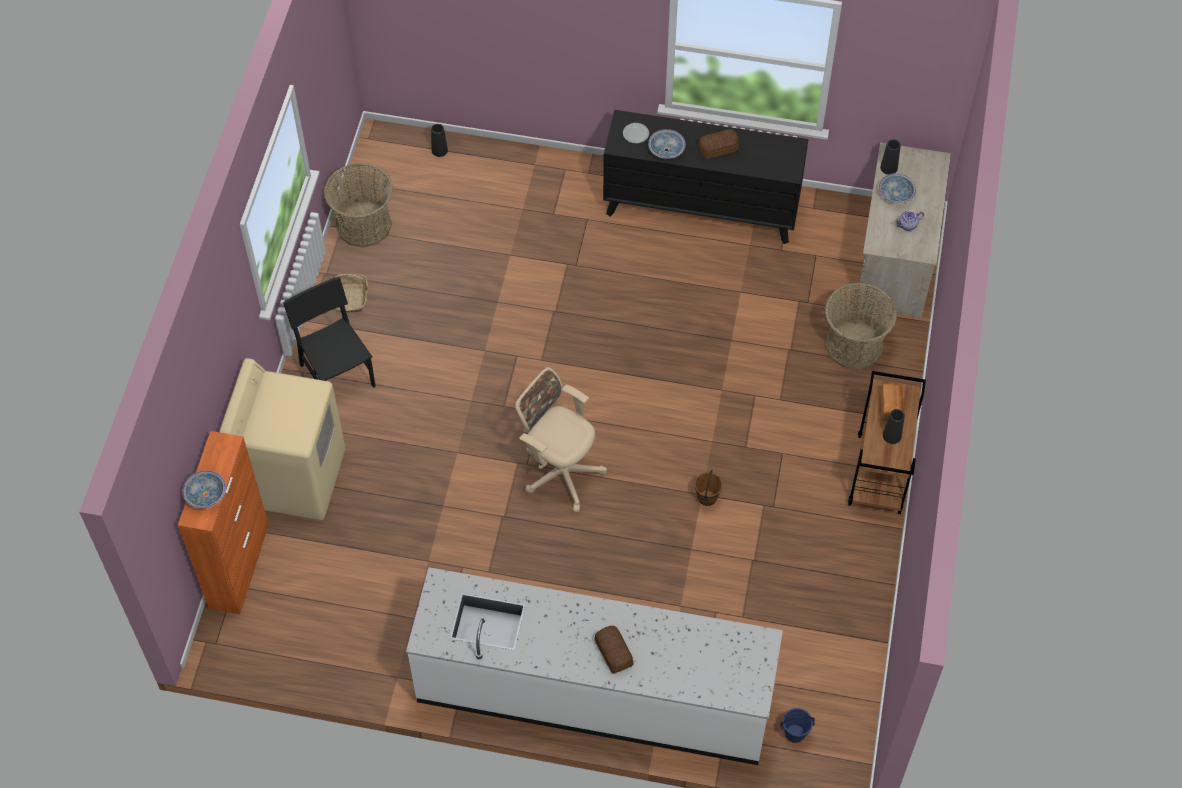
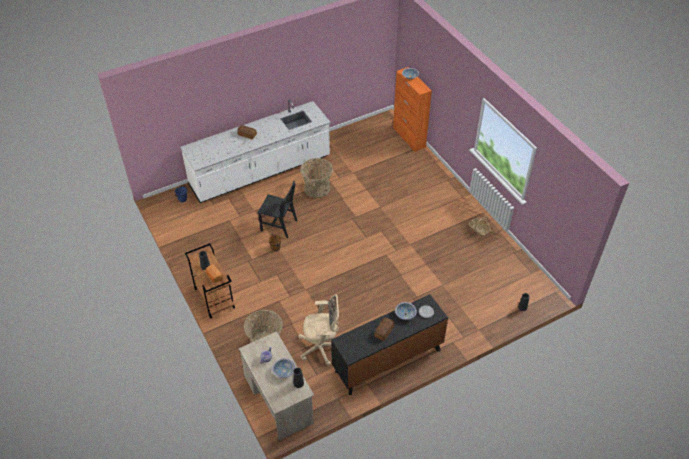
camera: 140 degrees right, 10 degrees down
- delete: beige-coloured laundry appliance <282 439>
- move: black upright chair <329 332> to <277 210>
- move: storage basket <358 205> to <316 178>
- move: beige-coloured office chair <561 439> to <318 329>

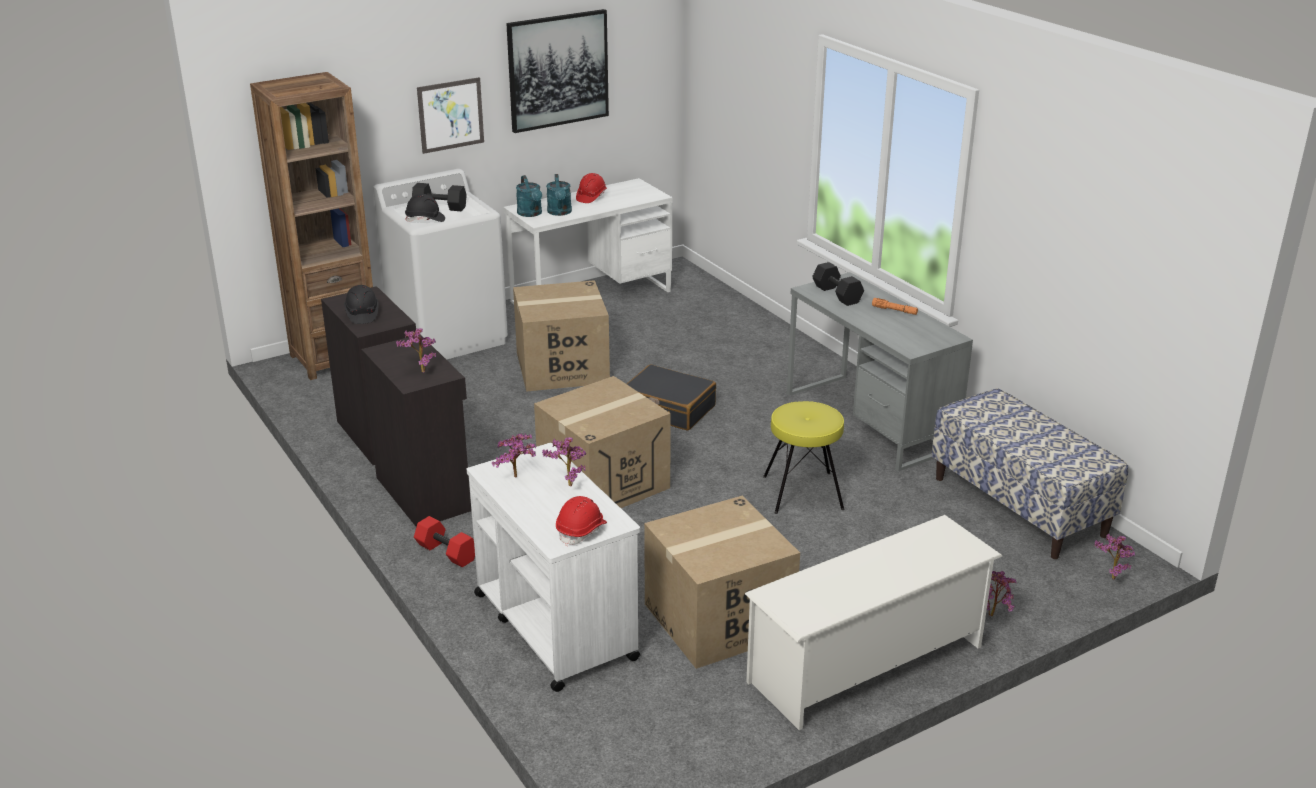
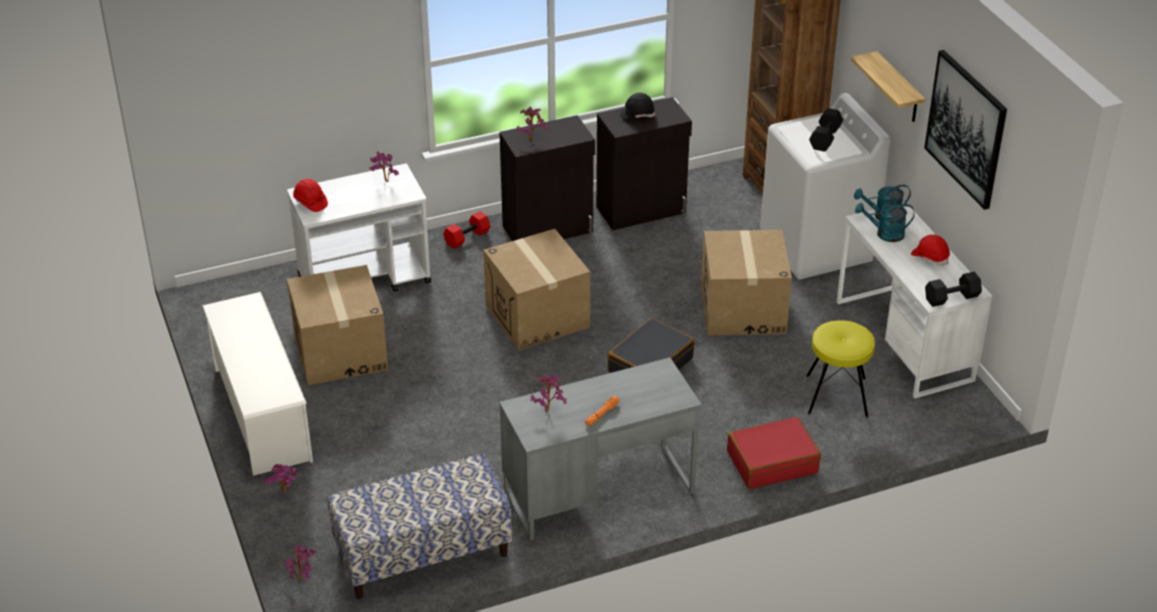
camera: 100 degrees right, 10 degrees up
- delete: black work helmet <425 208>
- insert: red-coloured piece of luggage <774 453>
- move: plant in a pot <564 462> to <548 393>
- move: yellowish sitting stool <803 457> to <841 369>
- move: black dumbbell <838 284> to <953 289>
- replace: picture <450 115> to bracket shelf <888 86>

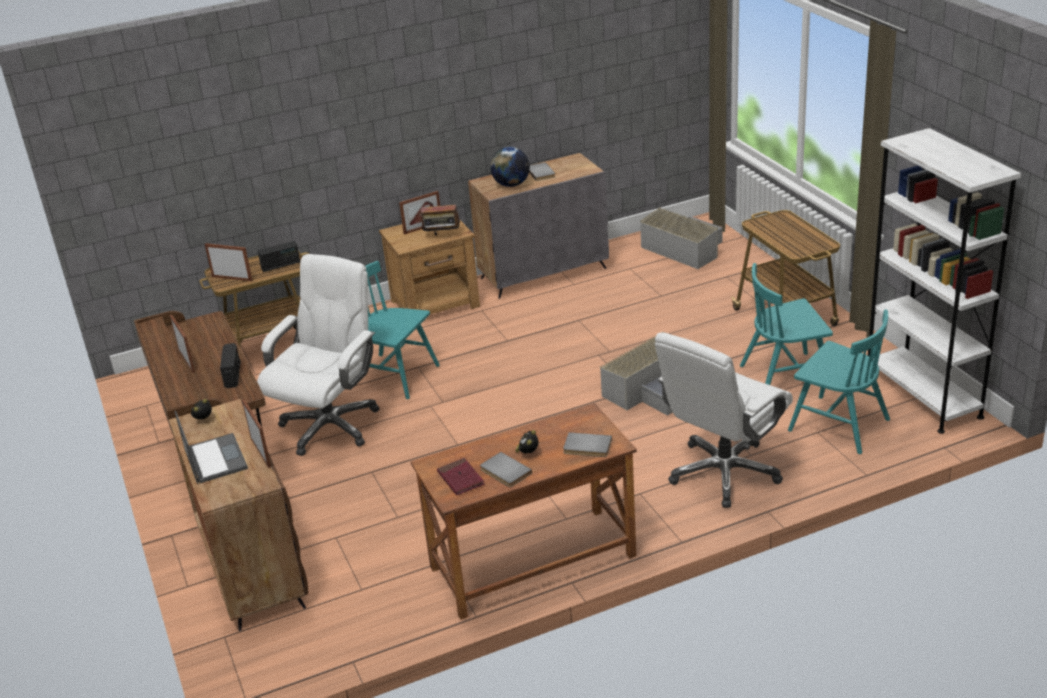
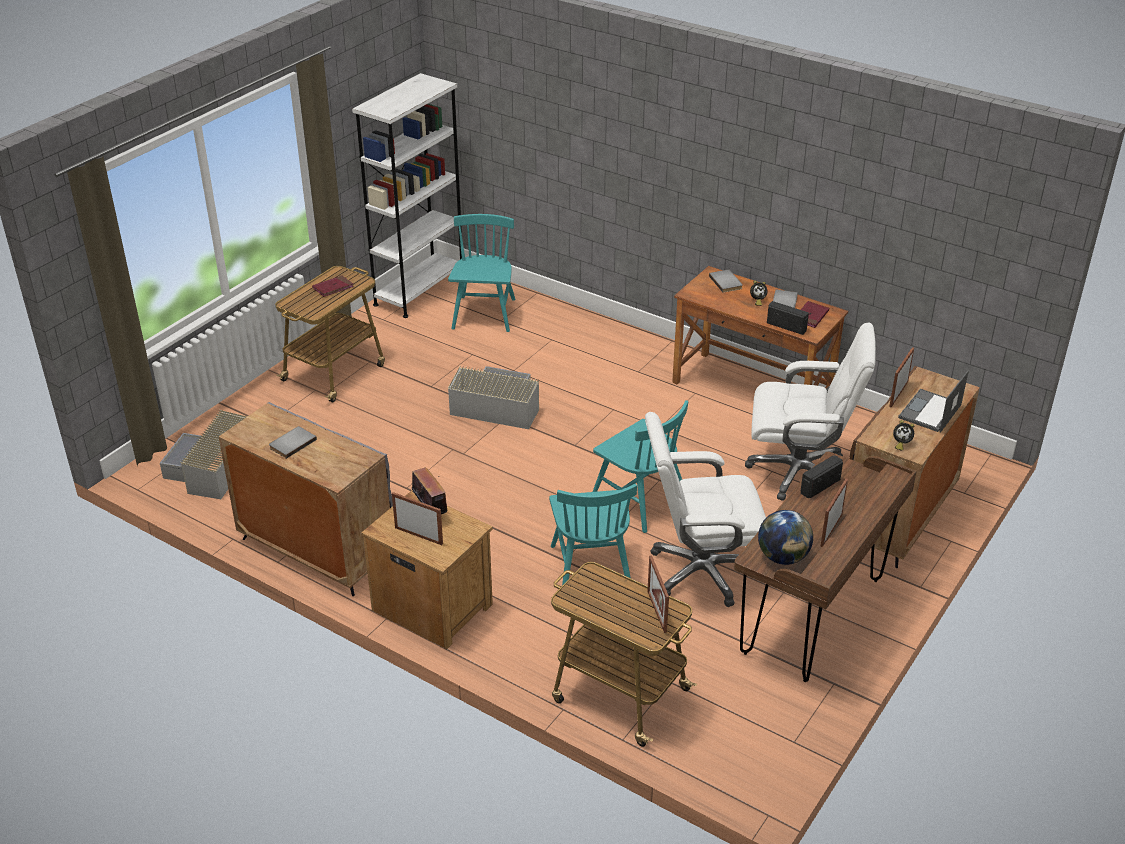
camera: 125 degrees left, 5 degrees up
- insert: red-coloured book <333 286>
- move: radio set <279 256> to <788 318>
- move: world globe <510 167> to <785 537>
- move: whitish office chair <724 420> to <810 412>
- move: turquoise-coloured upright chair <786 324> to <640 466>

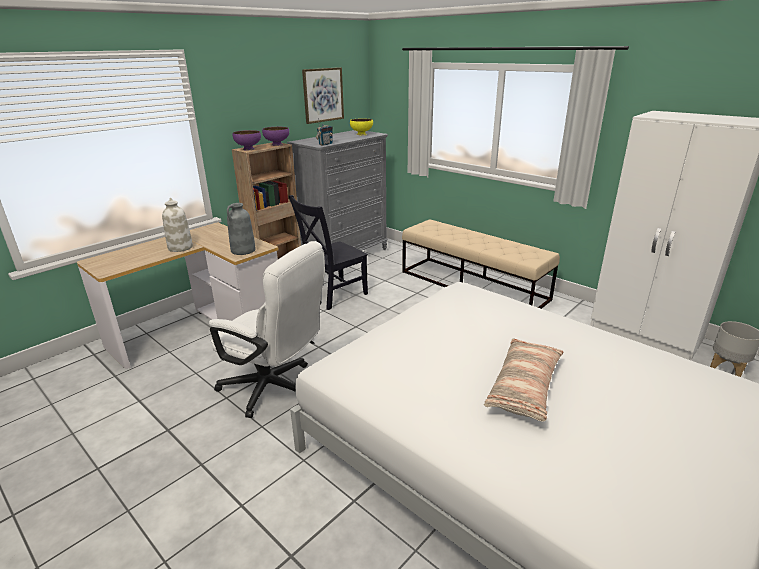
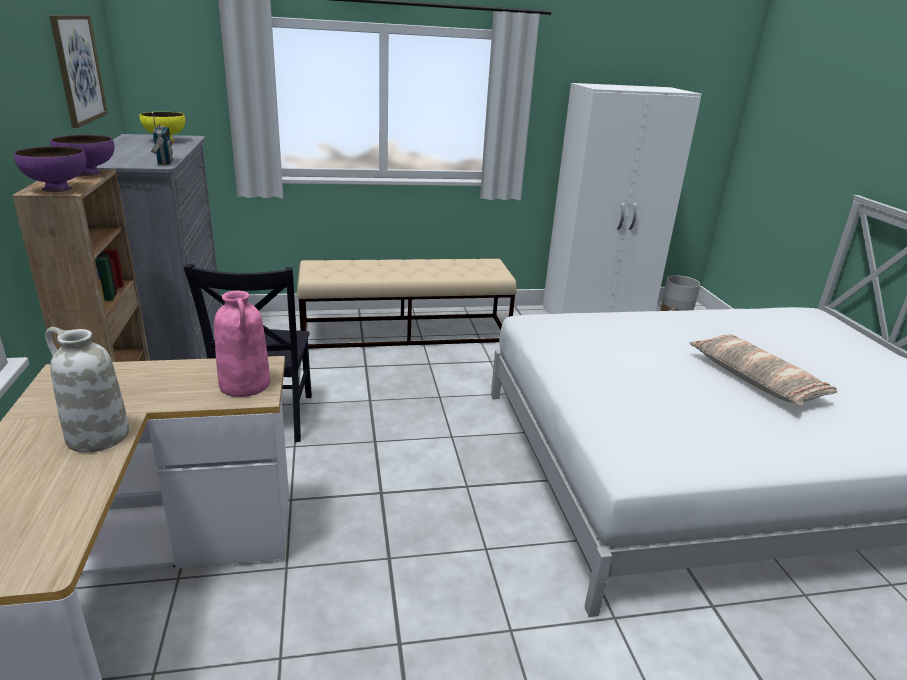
camera: 55 degrees left, 0 degrees up
- delete: whitish office chair <267 329>
- recolor: gray vase <241 229> to pink-coloured vase <242 344>

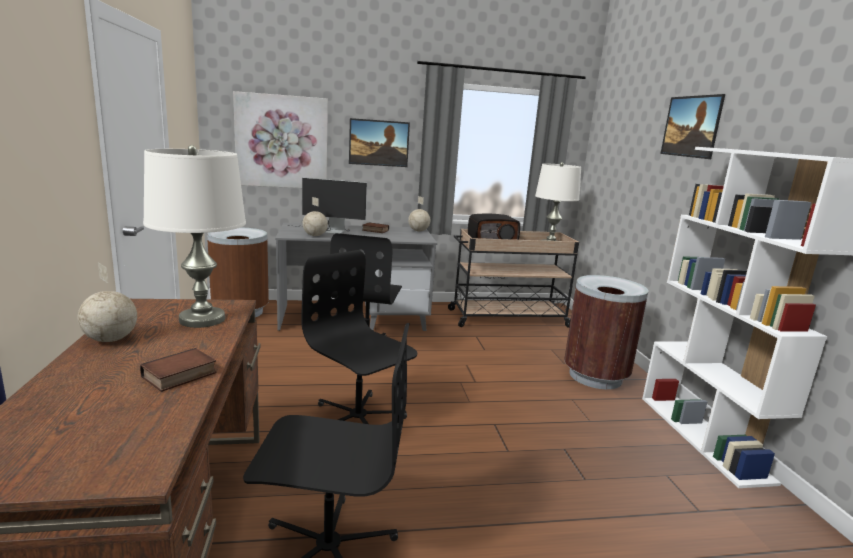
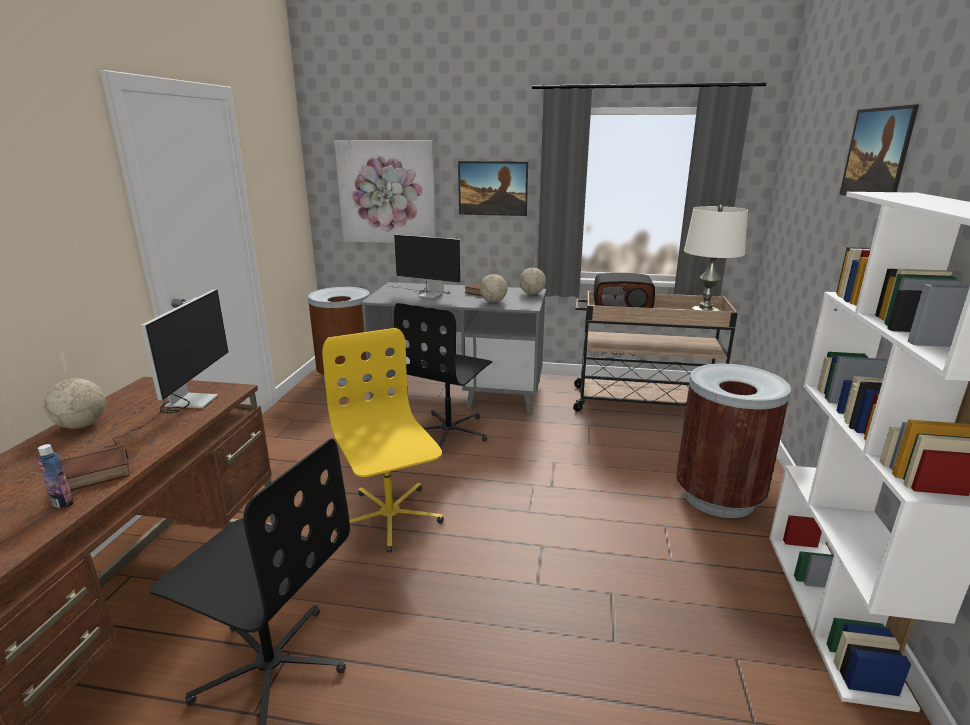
camera: 20 degrees right, 5 degrees up
- insert: bottle <55 476>
- move: world globe <315 216> to <493 280>
- replace: whitish tabletop lamp <194 236> to monitor <164 370>
- recolor: black office chair <359 337> to yellowish office chair <383 440>

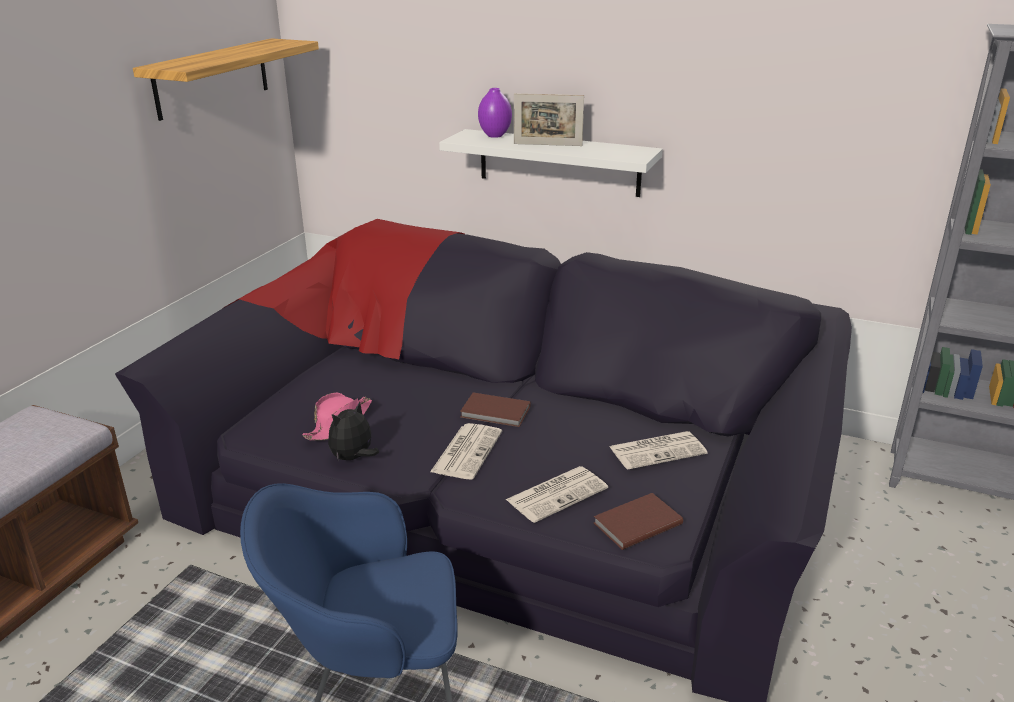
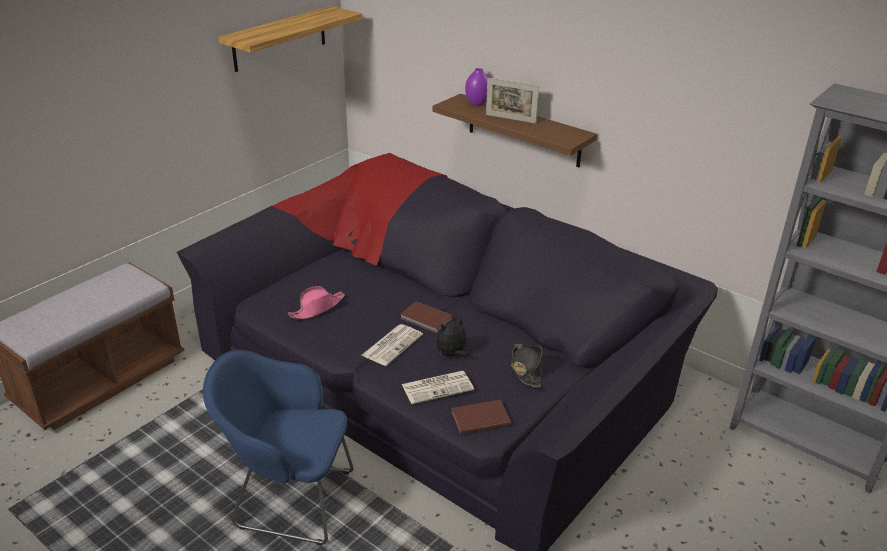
camera: 15 degrees right, 5 degrees up
- move: soft toy <353 431> to <453 336>
- replace: daily paper <659 450> to black clothing hat <526 366>
- recolor: whitish bracket shelf <551 163> to brownish bracket shelf <515 130>

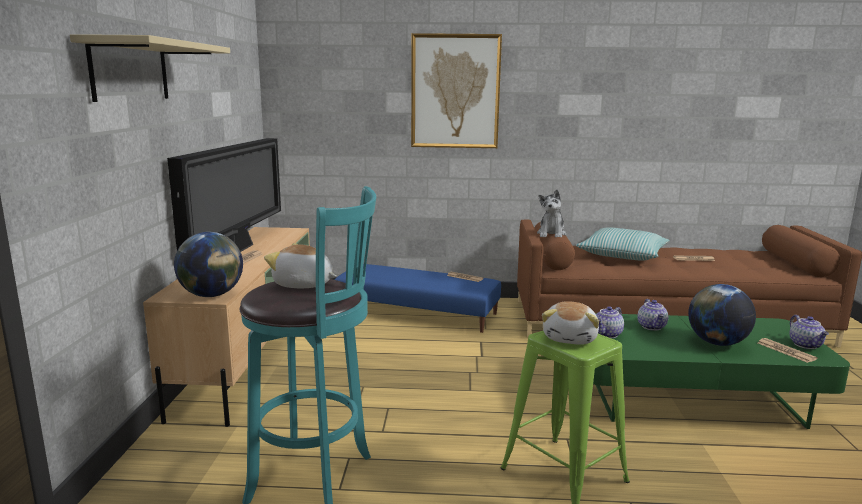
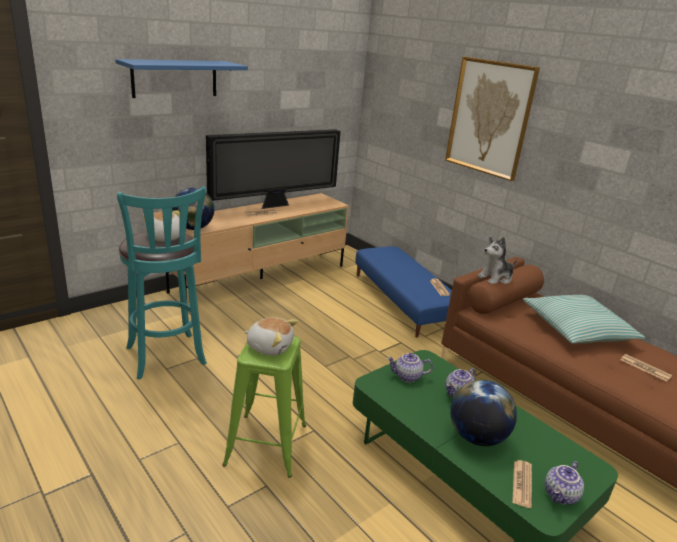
camera: 45 degrees right, 10 degrees up
- recolor: beige-coloured bracket shelf <150 68> to blue-coloured bracket shelf <181 78>
- rotate: soft toy <570 323> = <271 337> 135 degrees counterclockwise

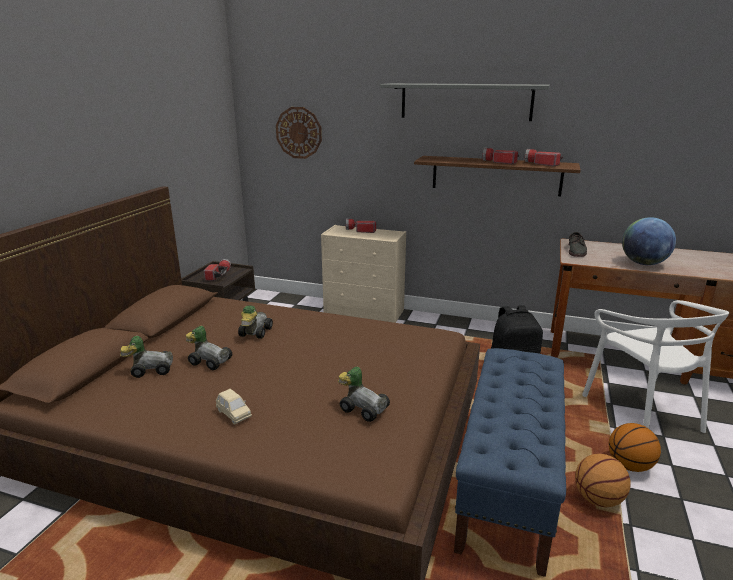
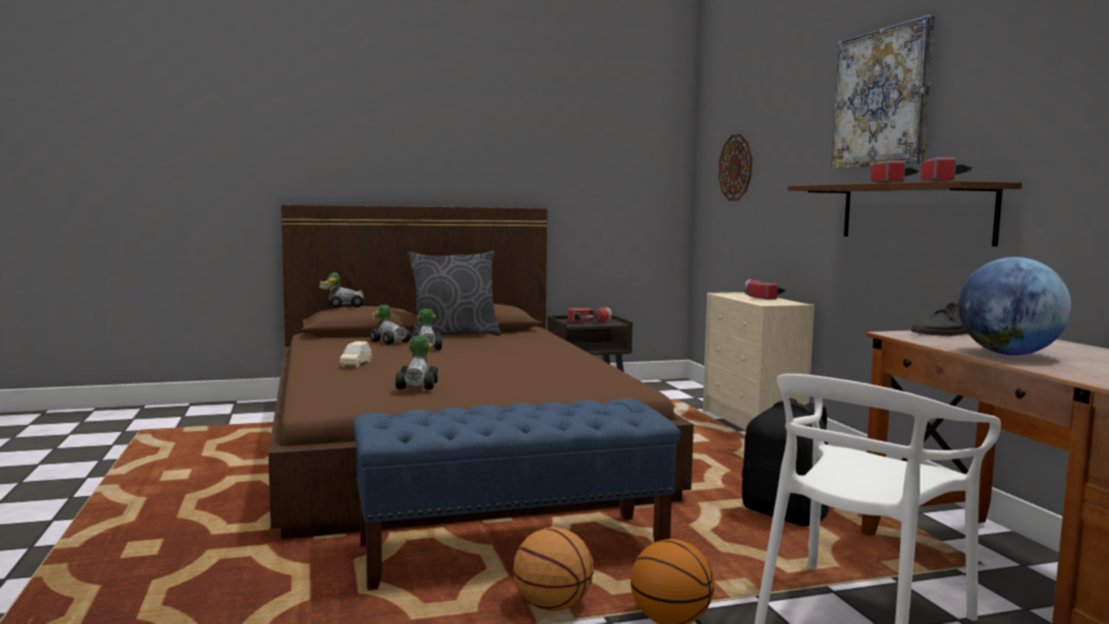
camera: 55 degrees right, 15 degrees down
- insert: gray pillow <454 293>
- move: model car <255 322> to <341 290>
- replace: gray bracket shelf <465 102> to picture <883 92>

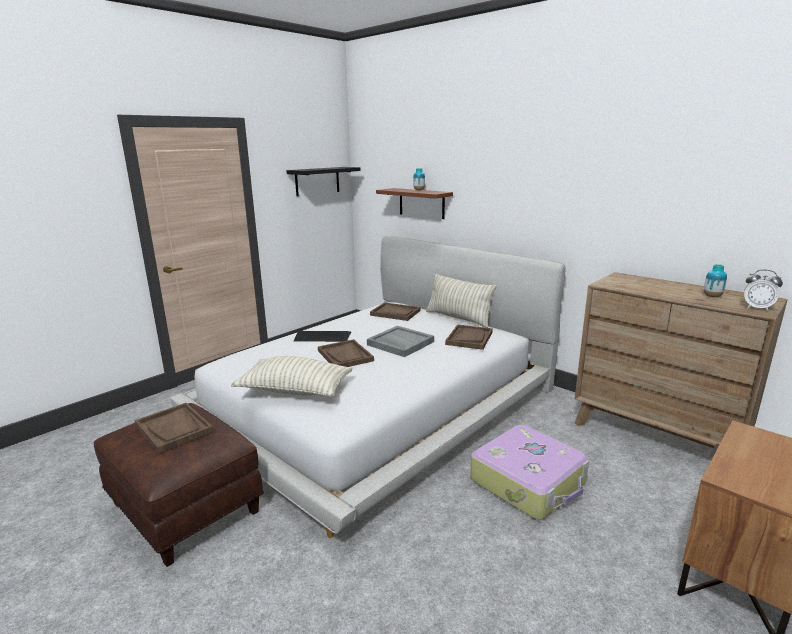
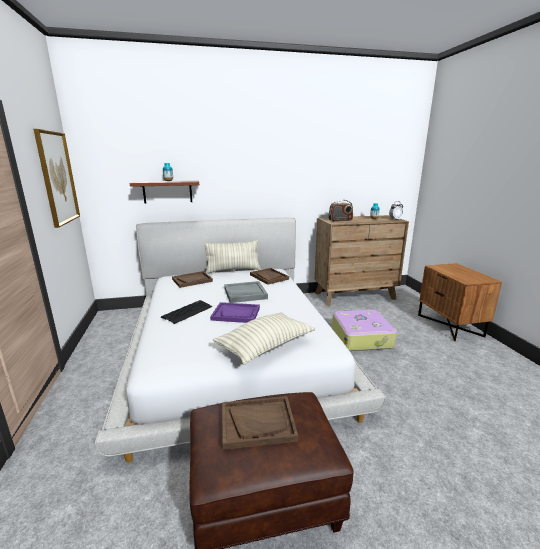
camera: 55 degrees left, 0 degrees up
- insert: radio set <340 211>
- replace: black bracket shelf <324 181> to picture <56 178>
- recolor: brownish carrying tray <346 353> to purple-coloured carrying tray <235 312>

